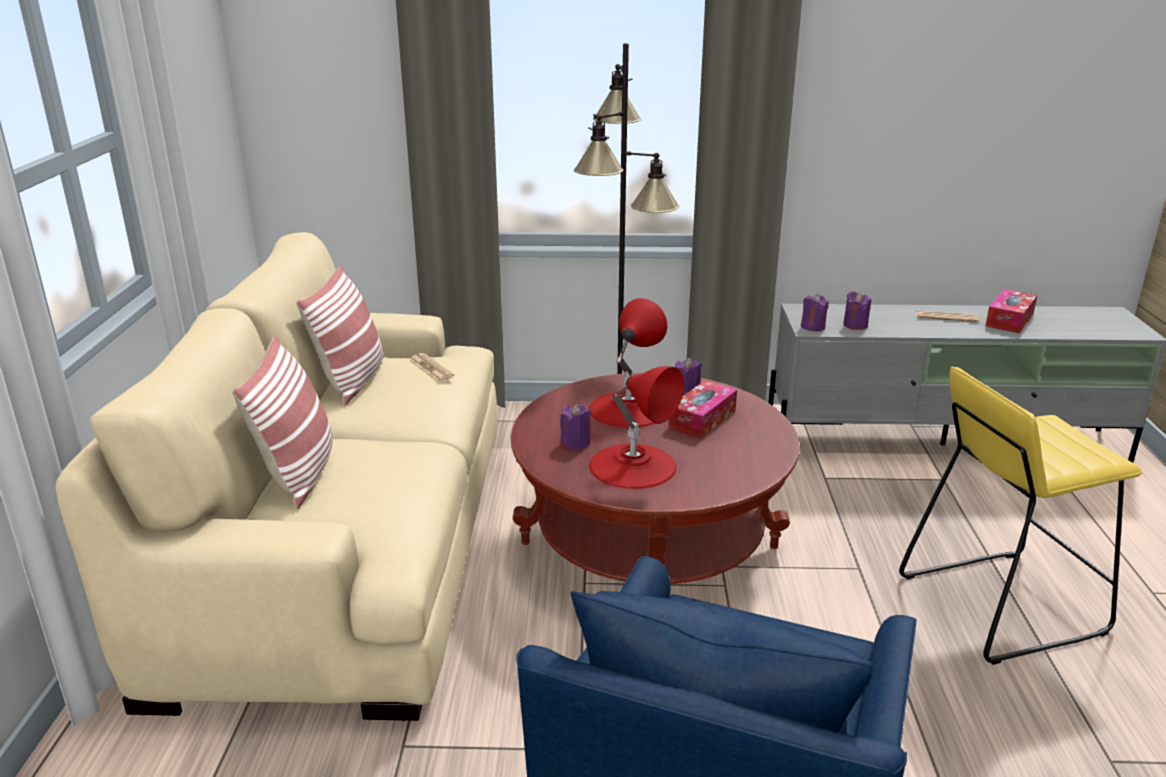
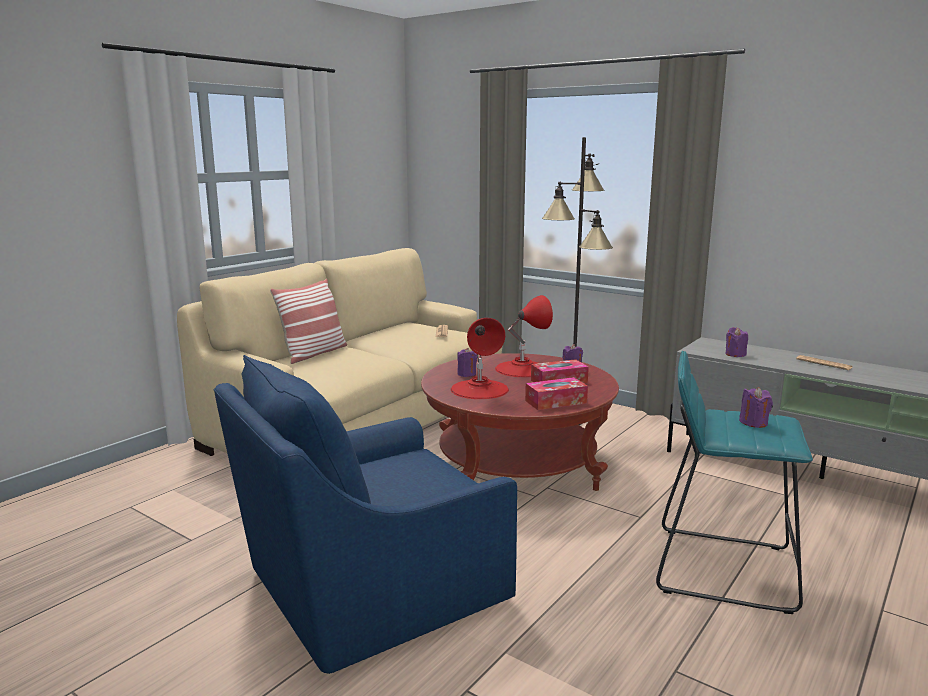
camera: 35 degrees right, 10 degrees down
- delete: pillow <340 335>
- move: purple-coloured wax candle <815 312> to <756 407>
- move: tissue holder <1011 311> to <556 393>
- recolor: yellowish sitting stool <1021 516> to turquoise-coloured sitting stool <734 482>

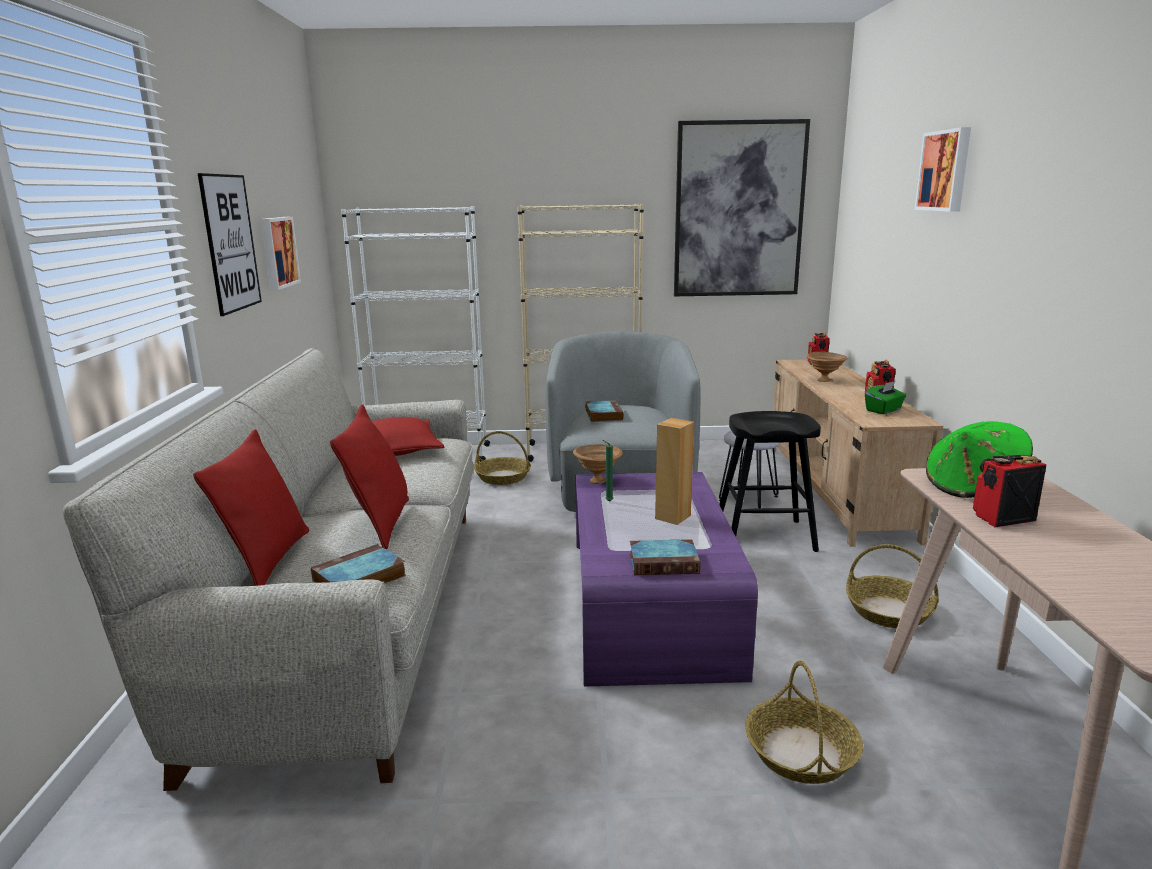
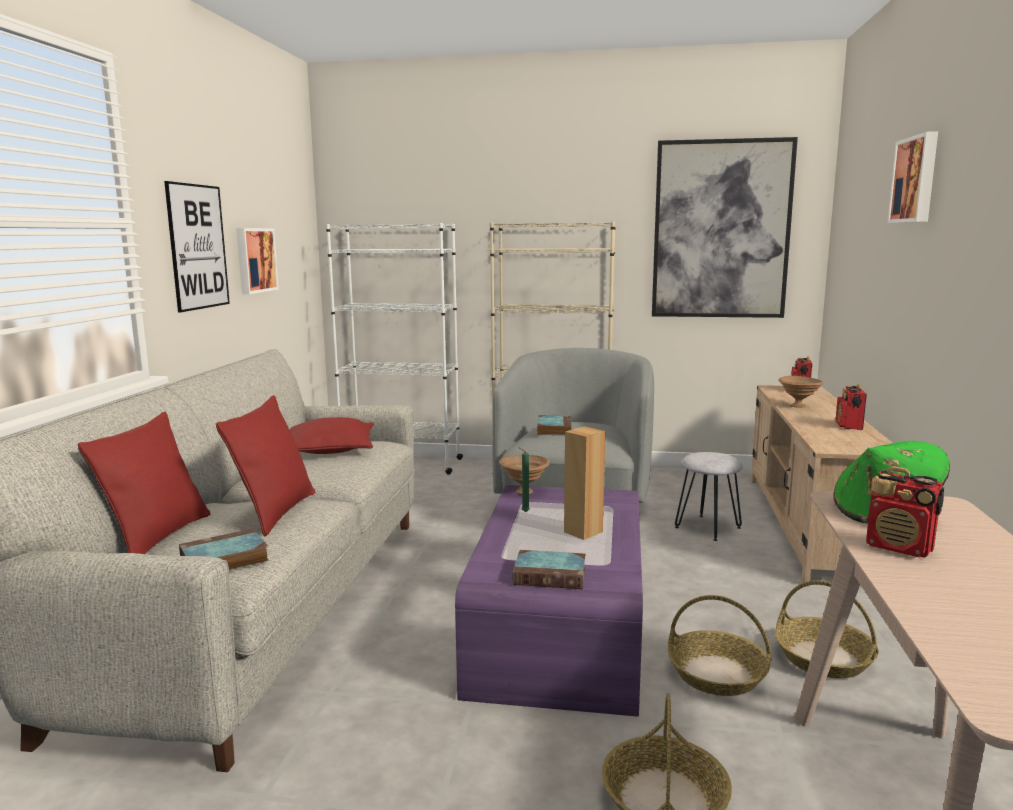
camera: 10 degrees right, 5 degrees down
- delete: black sitting stool <770 481>
- delete: green tissue holder <885 397>
- move: storage basket <502 458> to <719 645>
- rotate: radio set <1009 491> = <905 512> 135 degrees counterclockwise

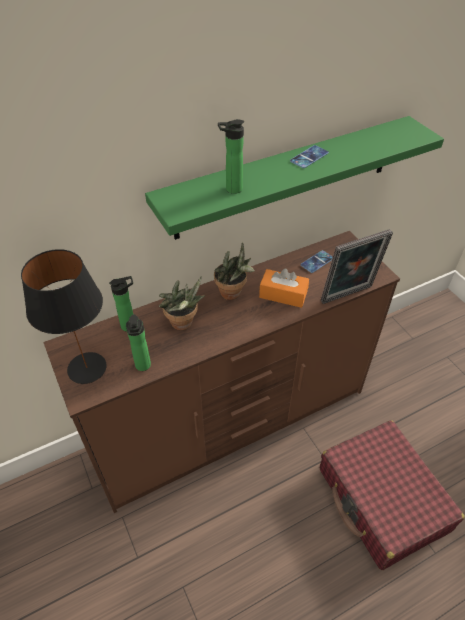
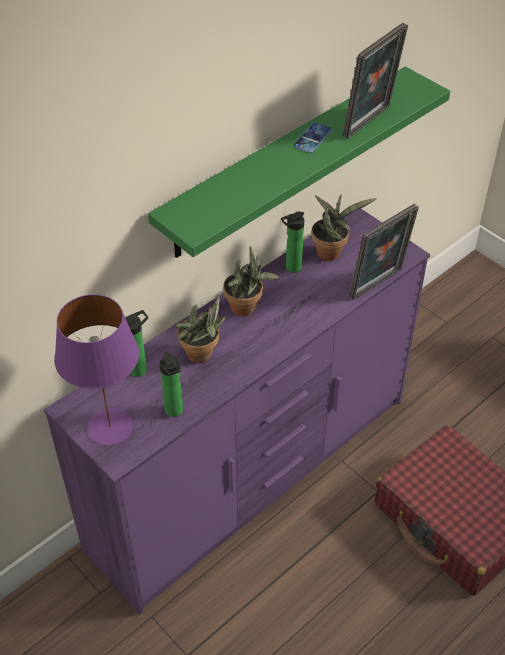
camera: 15 degrees left, 0 degrees up
- delete: orangey tissue holder <284 288>
- insert: standing frame <375 81>
- move: bottle <231 156> to <292 242>
- replace: telephone <316 261> to plant in a pot <344 228>
- recolor: black tabletop lamp <63 316> to purple-coloured tabletop lamp <96 370>
- recolor: brownish chest of drawers <221 372> to purple-coloured chest of drawers <237 411>

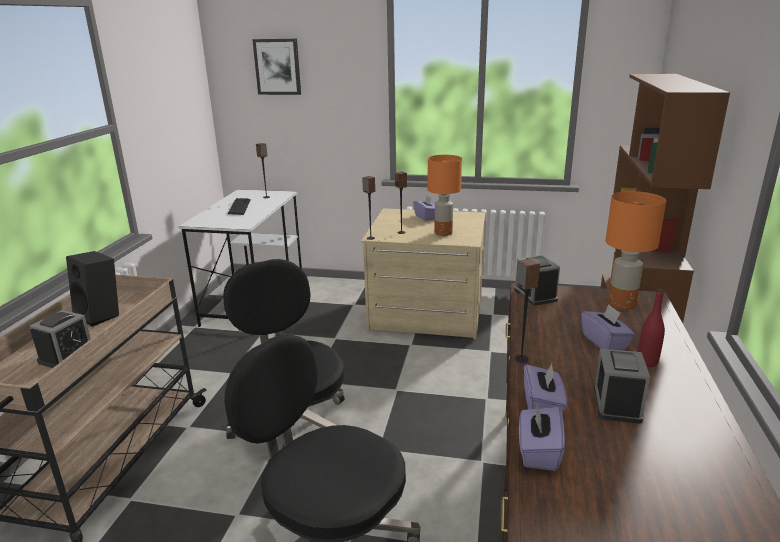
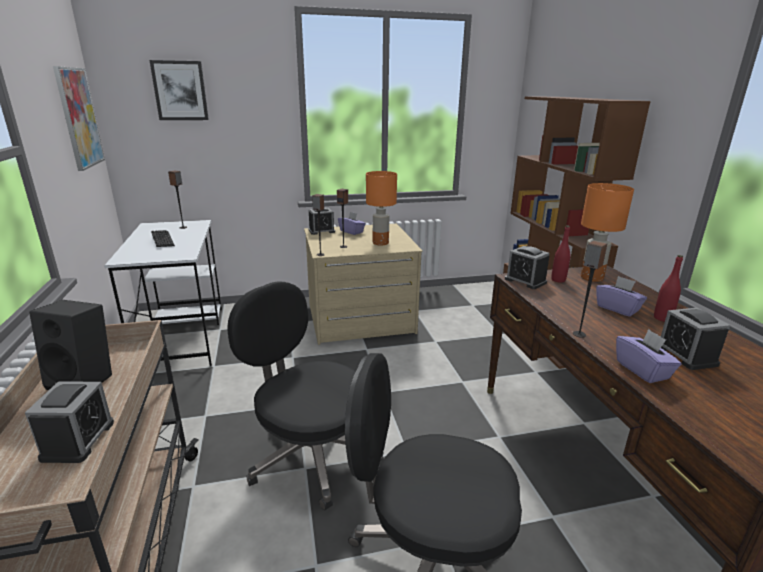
camera: 25 degrees left, 0 degrees up
- delete: purple-coloured tissue holder <542 437>
- insert: picture <79 118>
- insert: bedside clock <321 221>
- insert: red-coloured bottle <560 254>

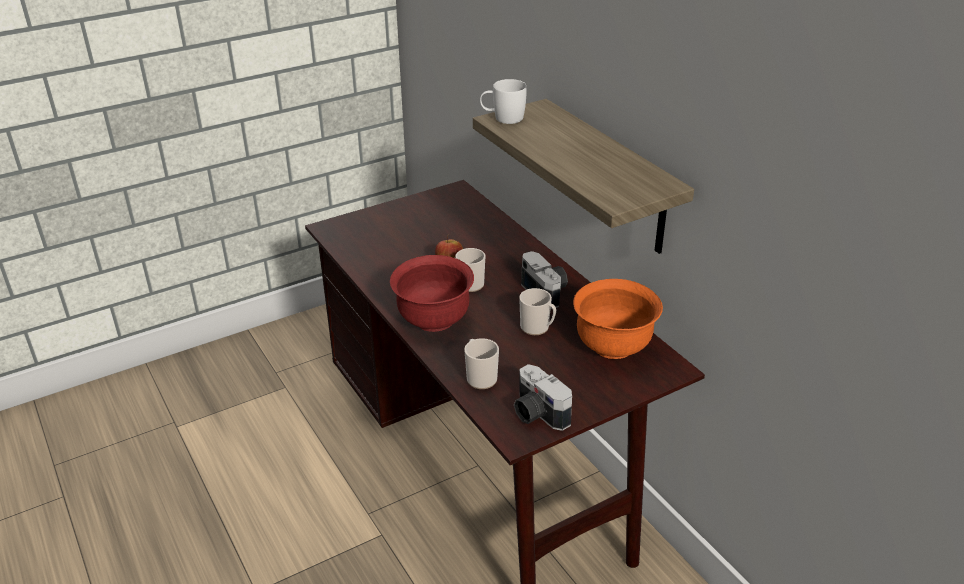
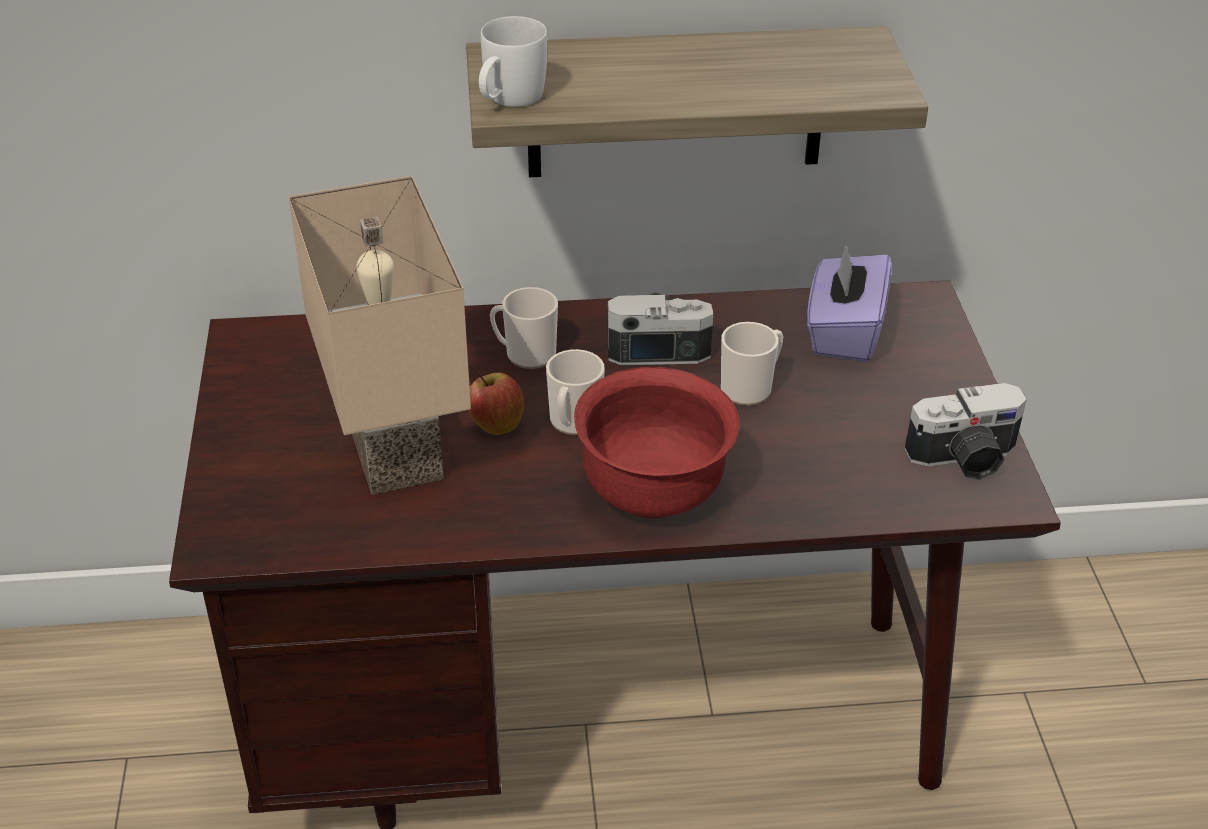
camera: 65 degrees left, 5 degrees up
- insert: beige-coloured tabletop lamp <380 335>
- move: mug <481 363> to <524 328>
- replace: orangey serving bowl <618 319> to purple-coloured tissue holder <849 303>

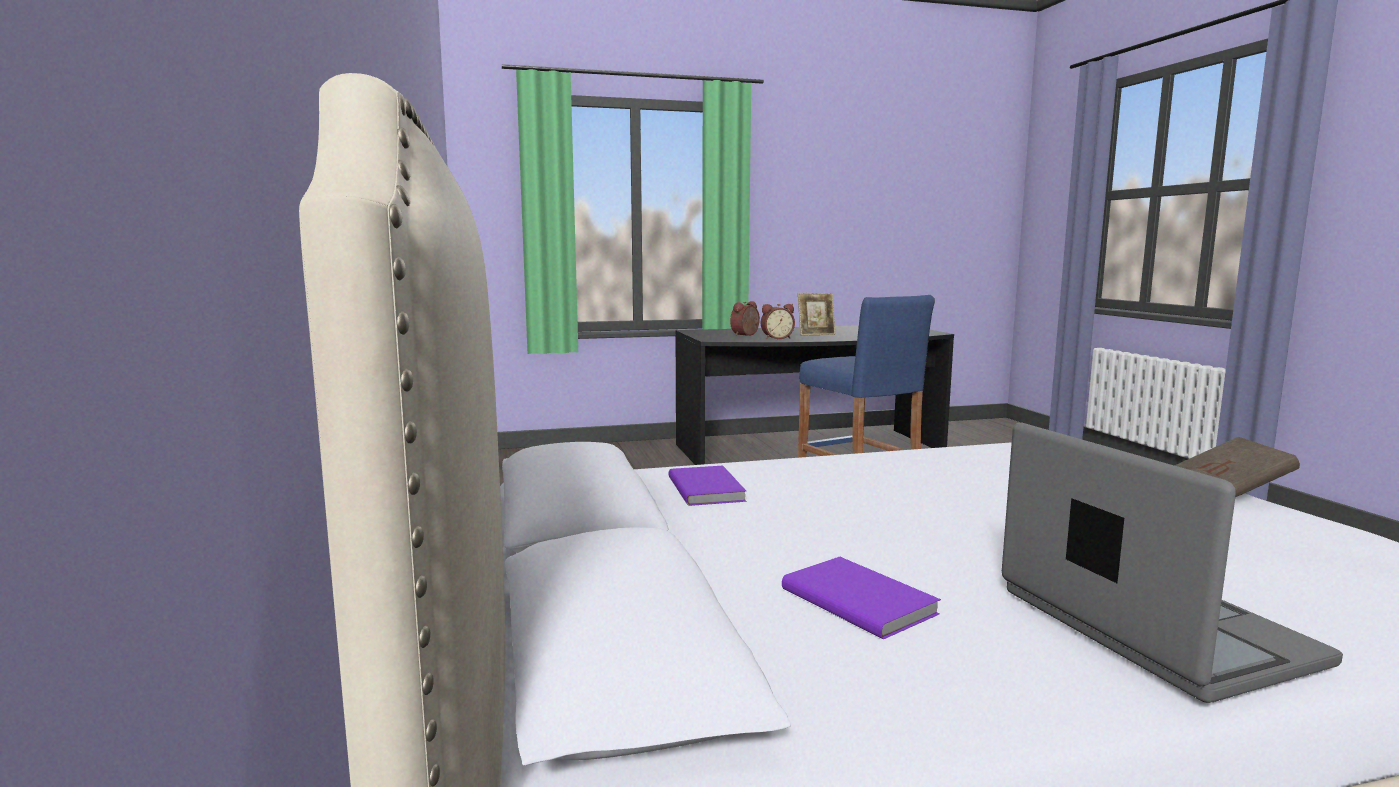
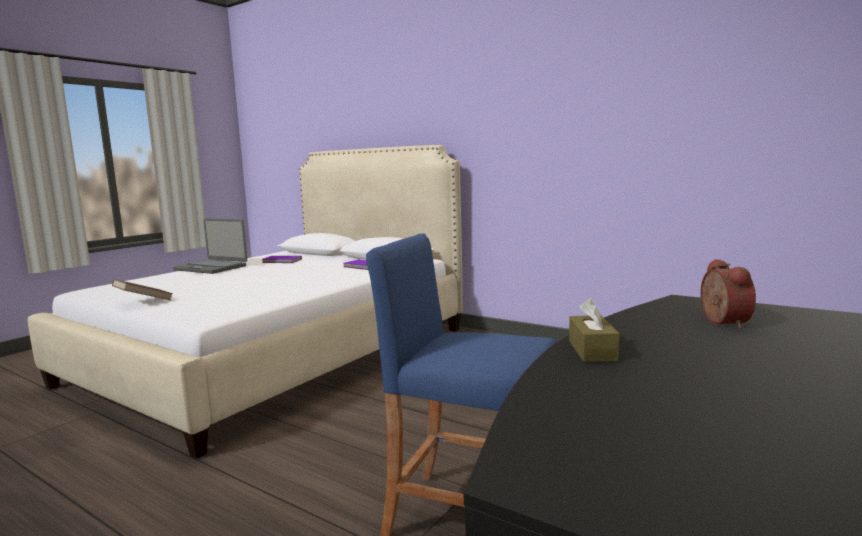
camera: 140 degrees right, 0 degrees up
- delete: bedside clock <778 321>
- delete: standing frame <817 314>
- insert: brownish tissue holder <594 330>

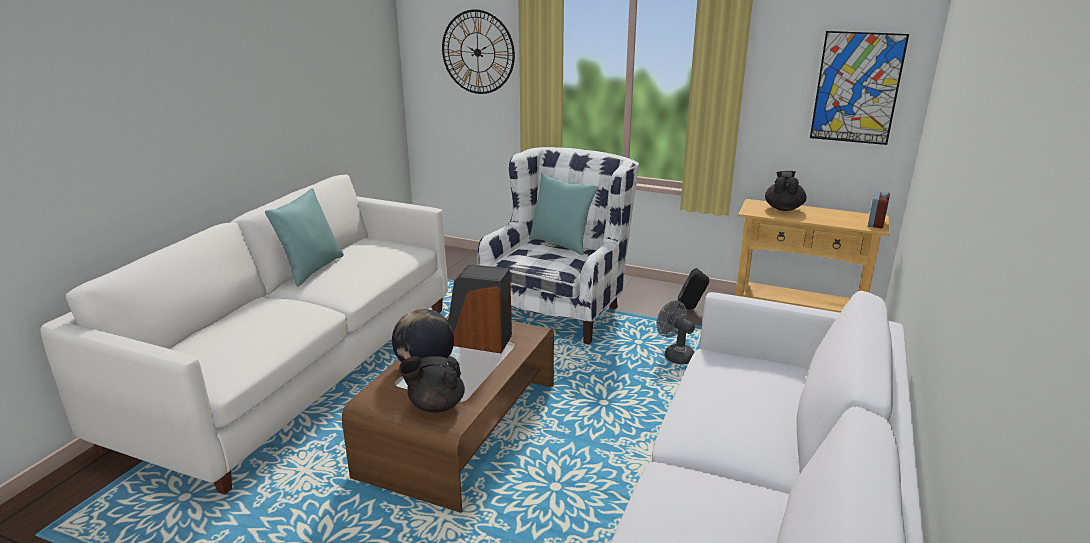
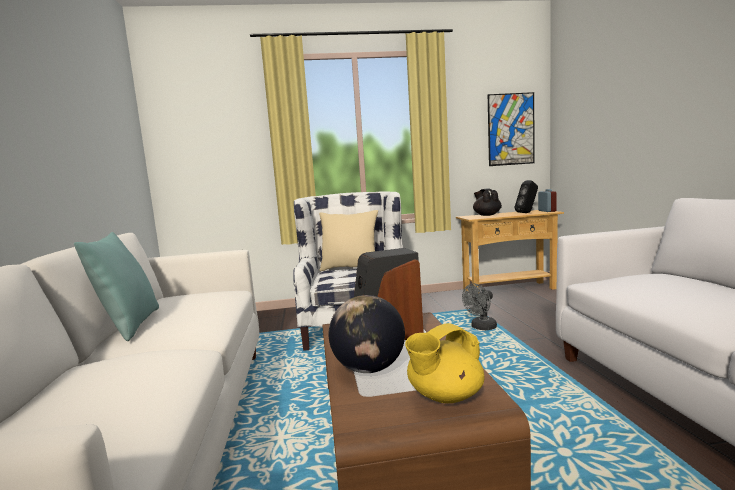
camera: 30 degrees left, 15 degrees down
- delete: hanging clock <478 51>
- move: black audio speaker <692 289> to <526 196>
- recolor: black teapot <432 384> to yellowish teapot <445 363>
- recolor: turquoise-coloured pillow <563 214> to beige-coloured pillow <348 240>
- rotate: gray fan <676 332> = <479 307> 60 degrees counterclockwise

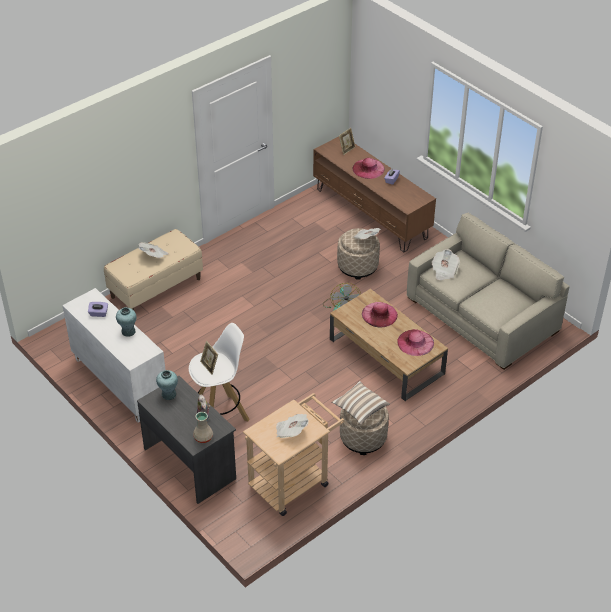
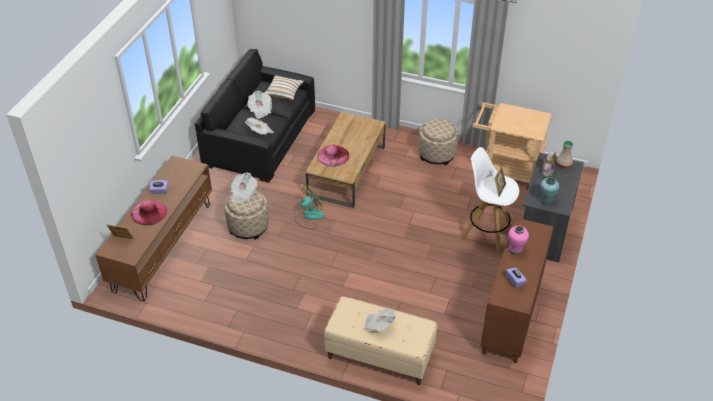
camera: 120 degrees left, 0 degrees up
- delete: pink-coloured clothing hat <415 342>
- move: daily paper <292 426> to <259 105>
- move: pillow <361 403> to <284 87>
- recolor: whitish cabinet <113 355> to brownish cabinet <516 290>
- recolor: turquoise-coloured vase <126 322> to pink-coloured vase <518 240>
- recolor: beige-coloured settee <488 291> to black settee <255 116>

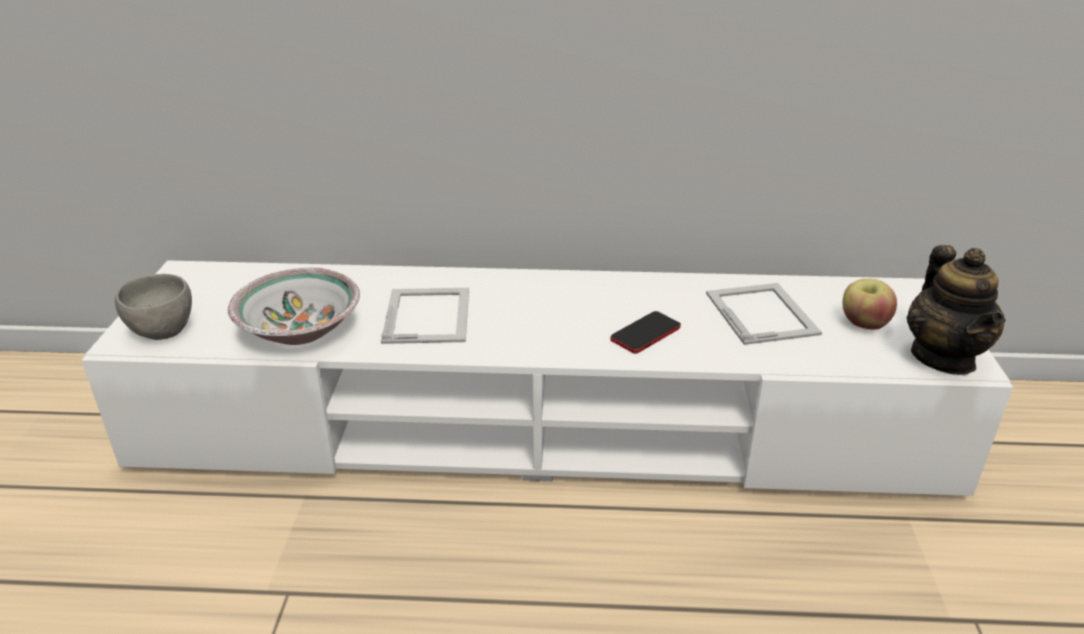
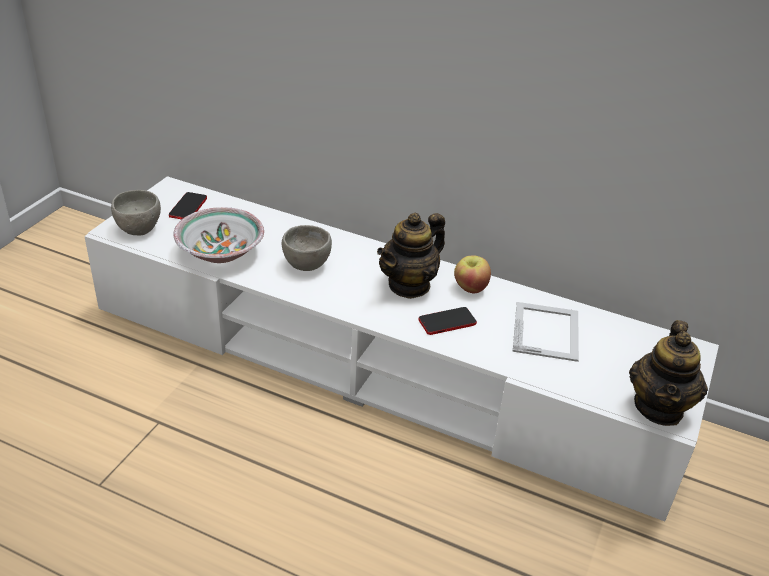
camera: 20 degrees right, 5 degrees up
- insert: telephone <188 205>
- insert: teapot <411 256>
- move: apple fruit <870 304> to <472 274>
- replace: standing frame <425 316> to gray serving bowl <307 248>

